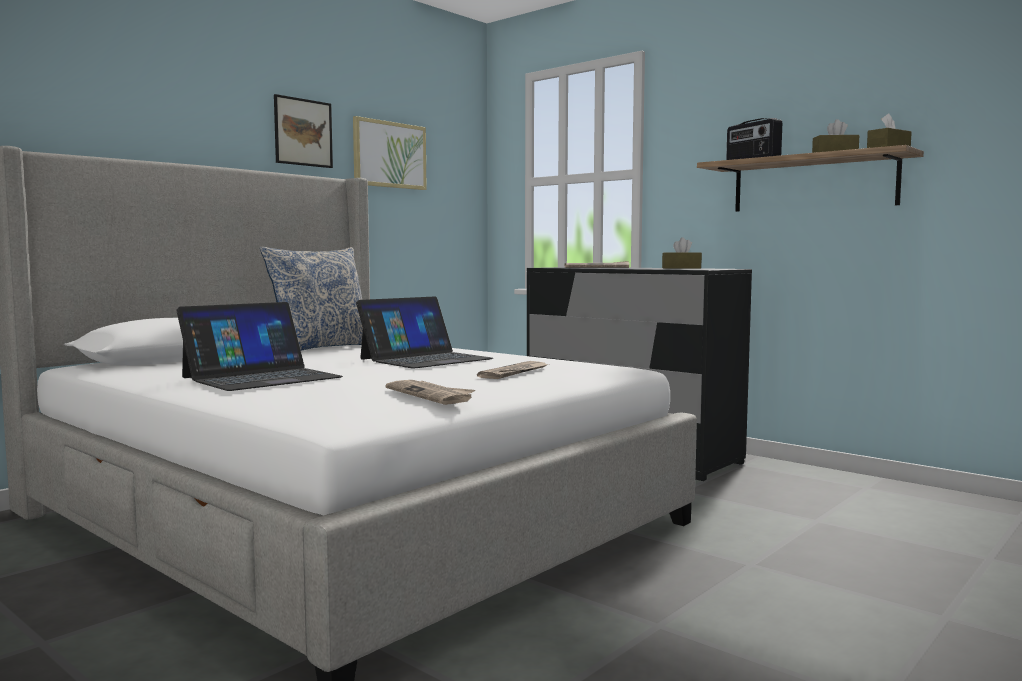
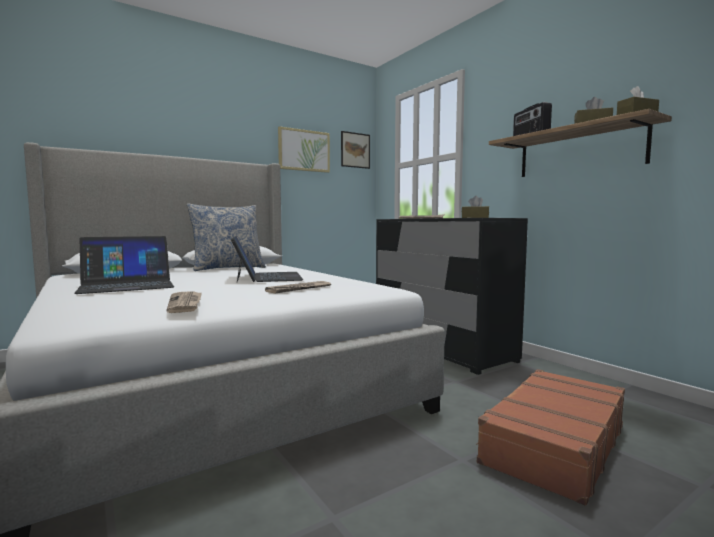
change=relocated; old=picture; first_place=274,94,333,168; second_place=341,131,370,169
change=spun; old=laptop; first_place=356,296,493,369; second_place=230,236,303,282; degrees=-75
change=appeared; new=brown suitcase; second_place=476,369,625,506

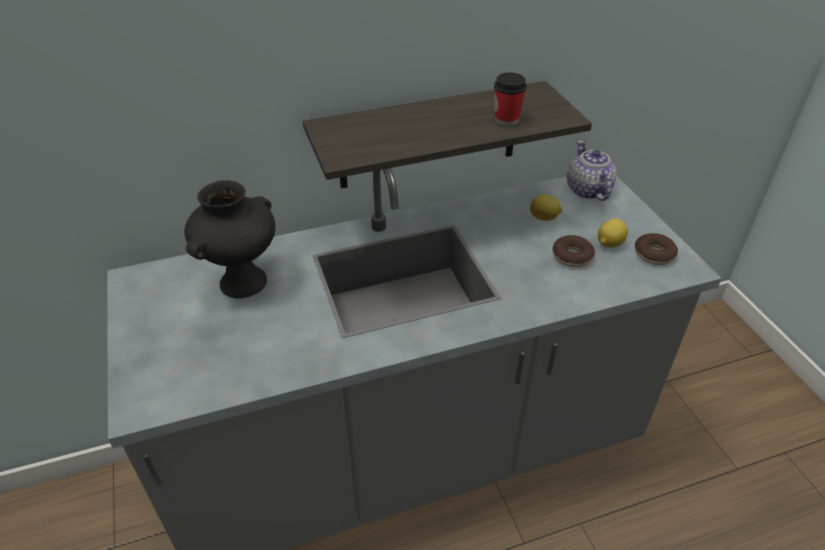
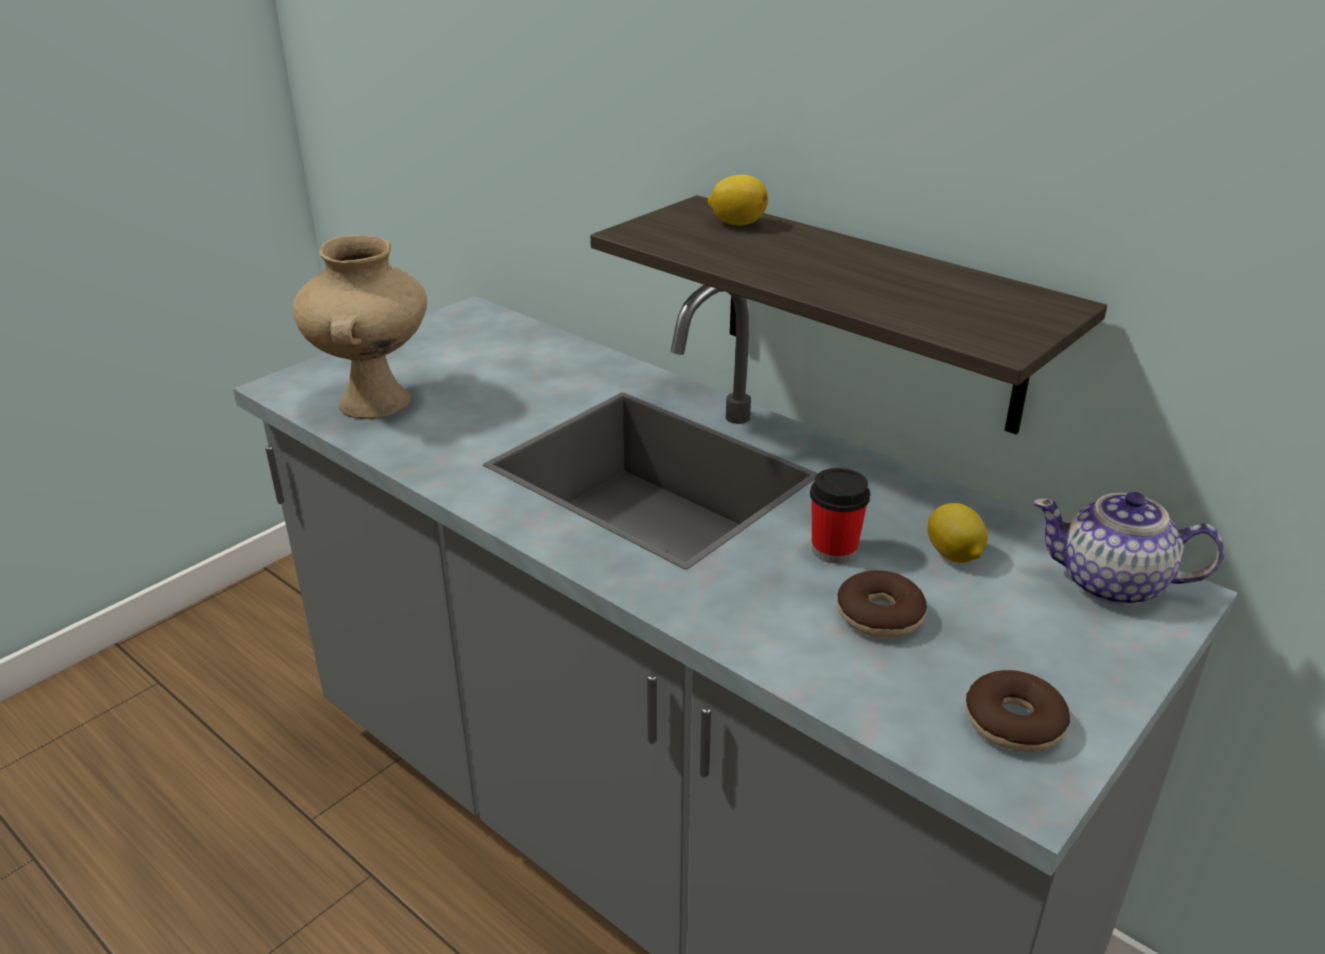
change=relocated; old=cup; first_place=494,72,527,126; second_place=810,468,870,563
change=spun; old=teapot; first_place=567,141,617,201; second_place=1033,492,1224,606; degrees=-120
change=missing; old=black vase; first_place=184,180,275,299
change=relocated; old=lemon; first_place=598,219,628,248; second_place=707,175,768,225
change=appeared; new=beige vase; second_place=293,235,427,419

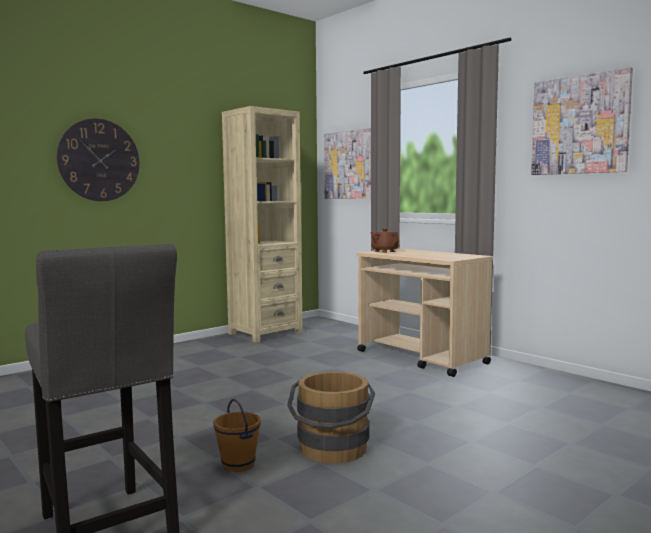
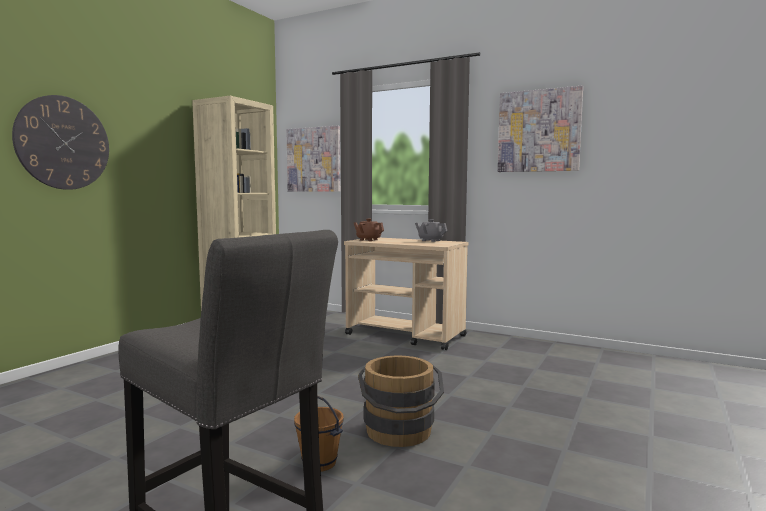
change=appeared; new=grey teapot; second_place=415,219,447,242

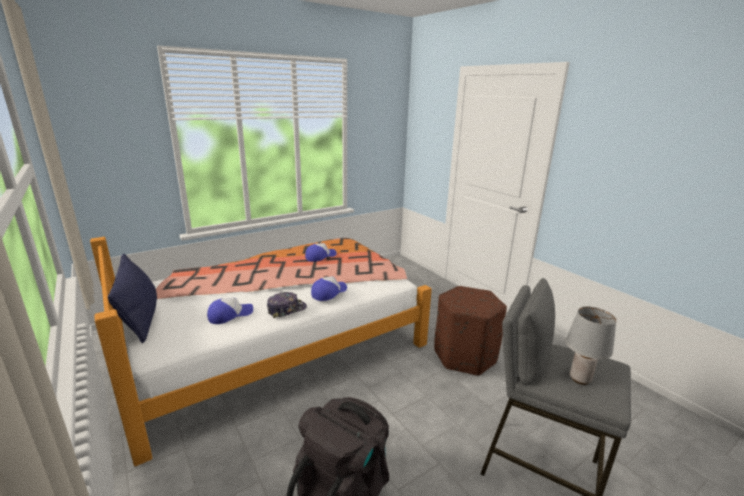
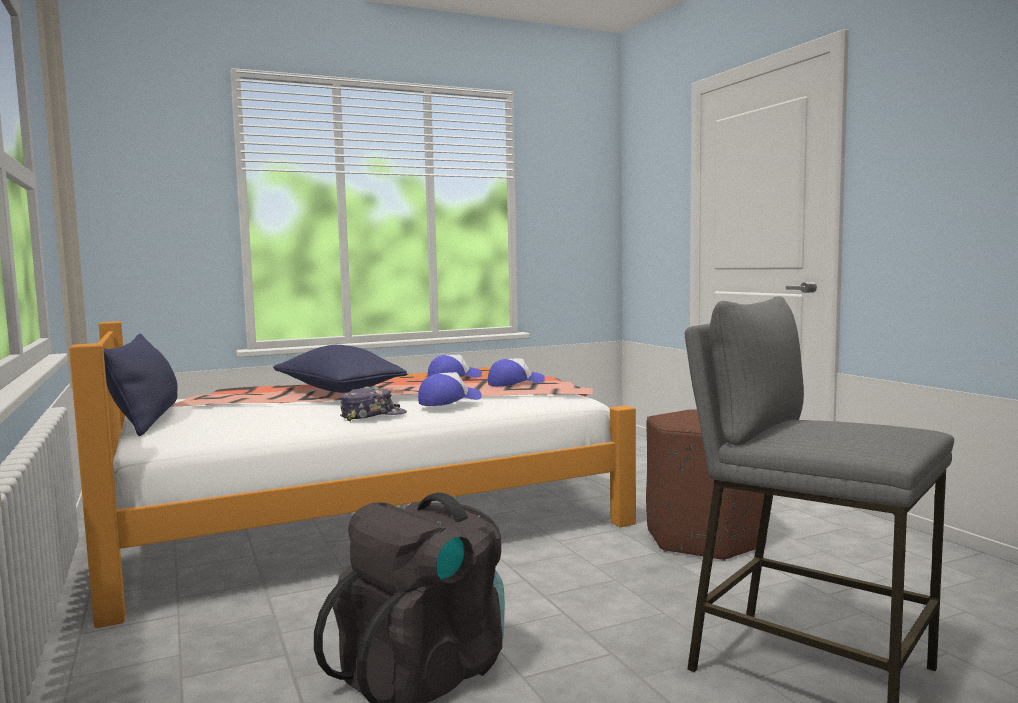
change=relocated; old=cap; first_place=207,297,253,324; second_place=488,358,545,386
change=missing; old=grey table lamp; first_place=566,307,617,385
change=appeared; new=blue pillow; second_place=273,345,407,393

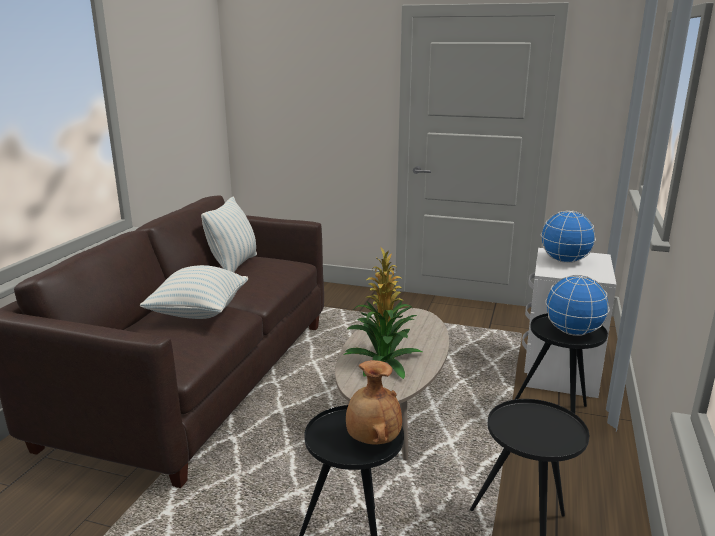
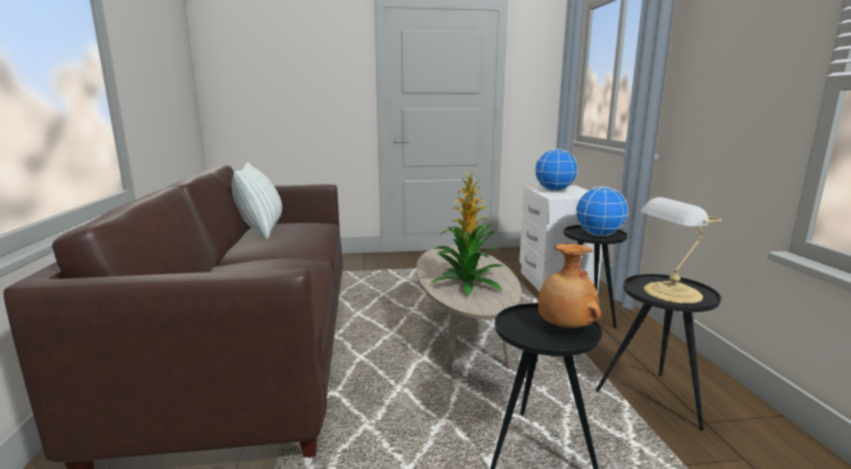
change=missing; old=pillow; first_place=140,265,248,319
change=appeared; new=table lamp; second_place=640,197,722,304

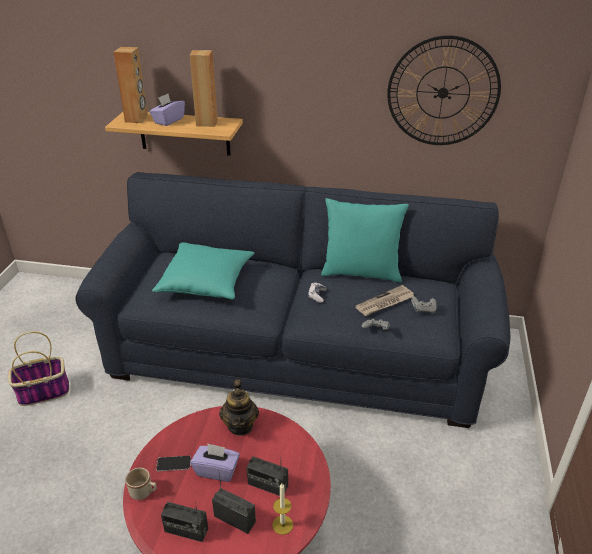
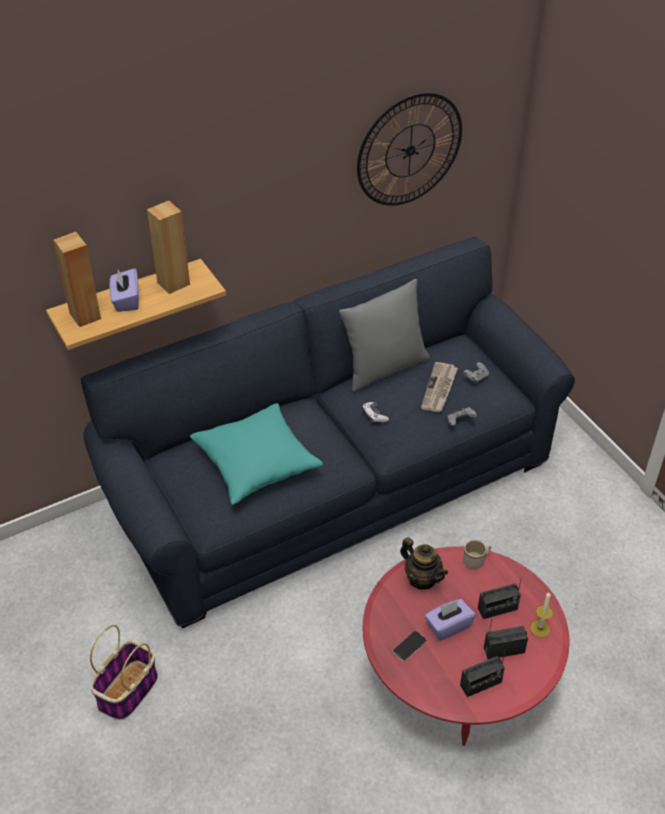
change=colour; old=turquoise pillow; new=grey pillow; first_place=321,198,409,283; second_place=339,279,430,392
change=relocated; old=beige mug; first_place=125,468,157,500; second_place=463,540,491,569

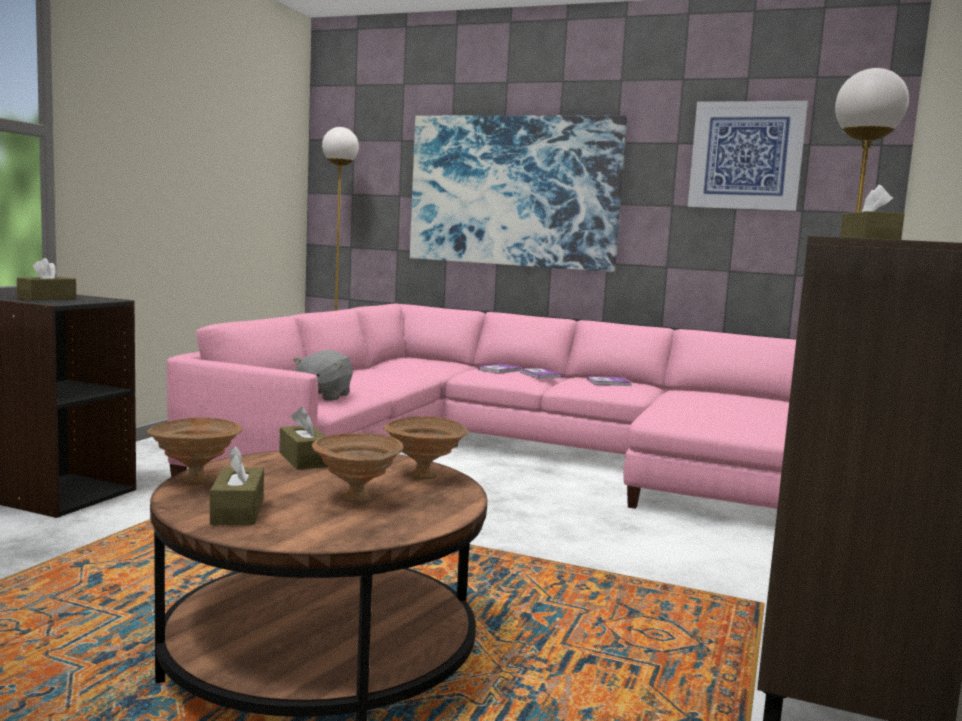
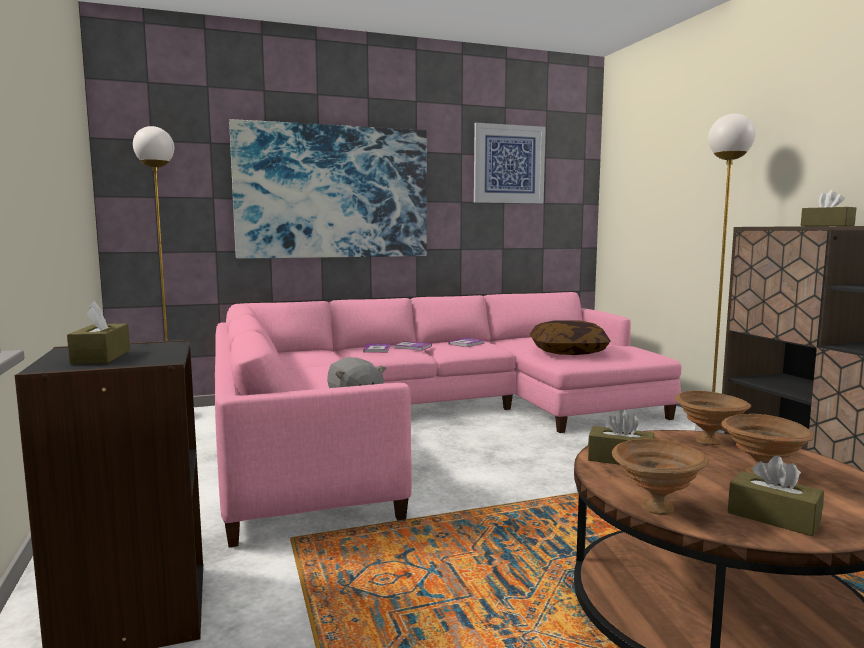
change=appeared; new=pillow; second_place=530,320,611,355

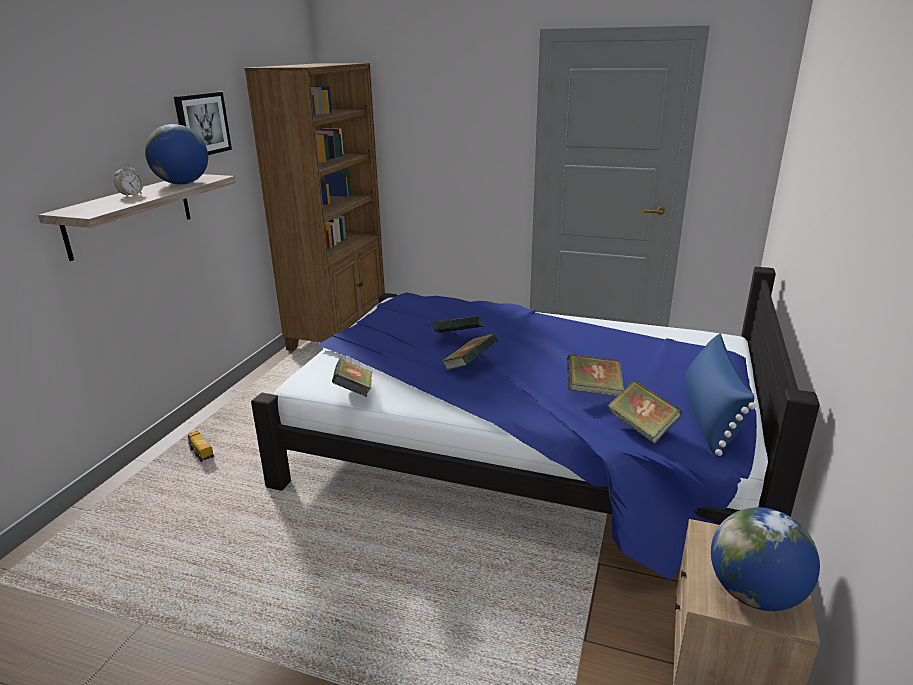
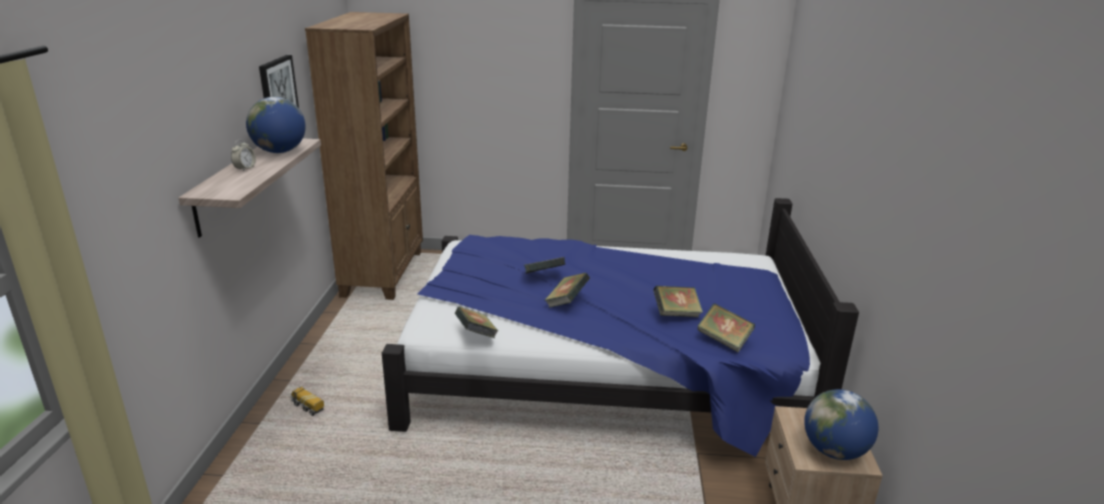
change=missing; old=blue pillow; first_place=685,333,756,456

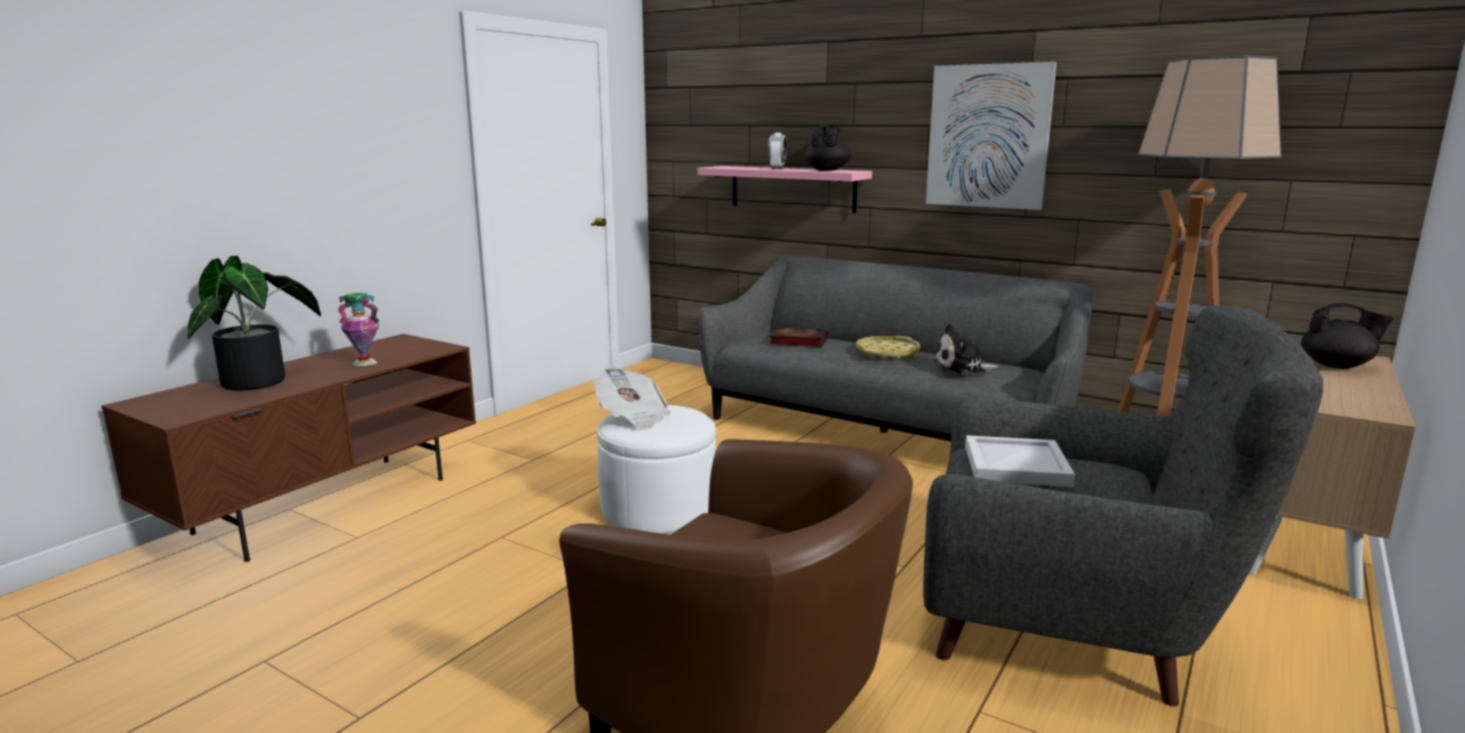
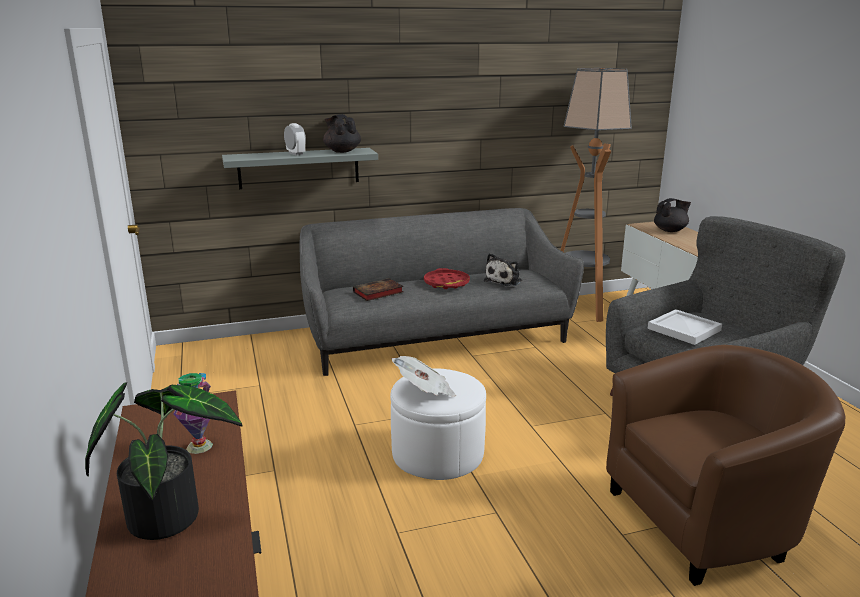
change=missing; old=picture; first_place=926,62,1057,210
change=colour; old=pink shelf; new=grey shelf; first_place=697,166,872,213; second_place=222,148,378,189
change=colour; old=yellow tray; new=red tray; first_place=856,336,920,359; second_place=424,268,470,289

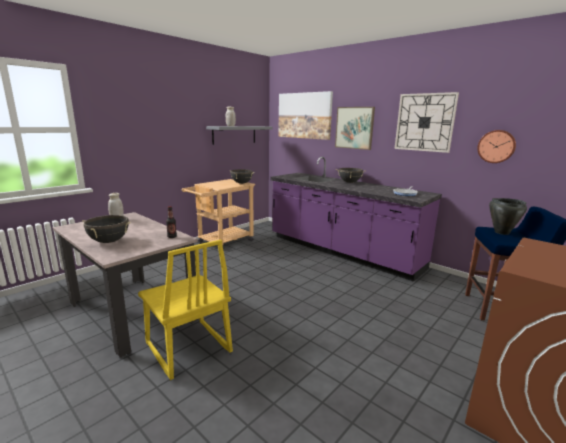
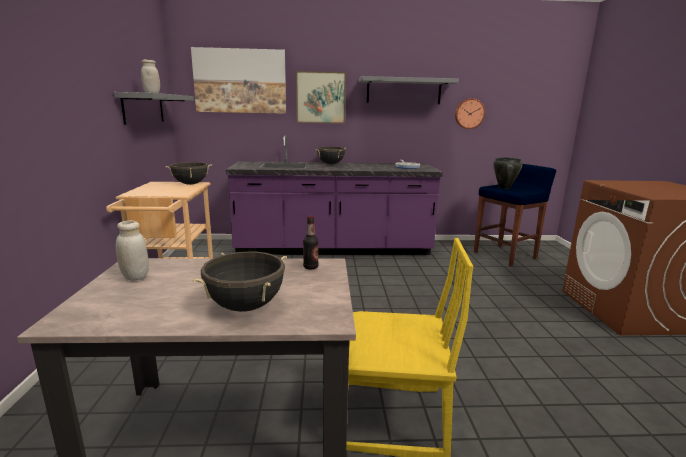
change=exchanged; old=wall clock; new=grey shelf; first_place=395,92,459,153; second_place=359,76,459,104

